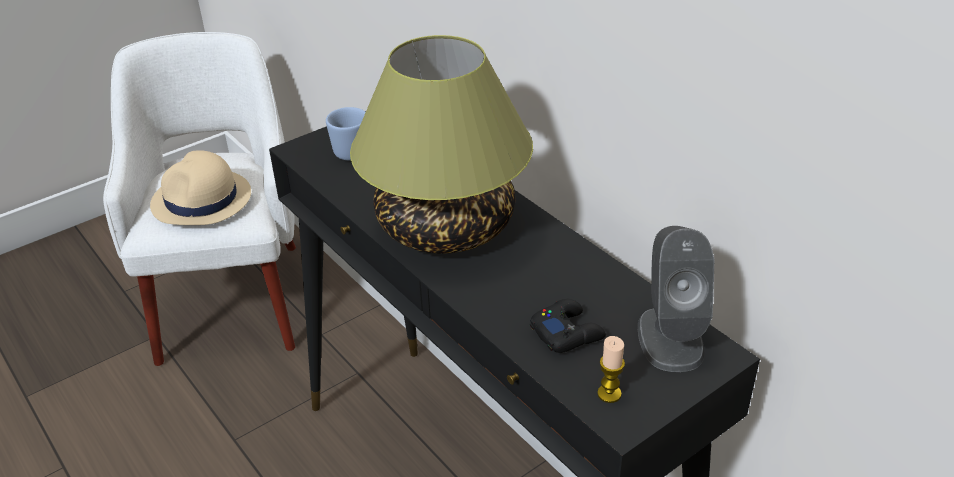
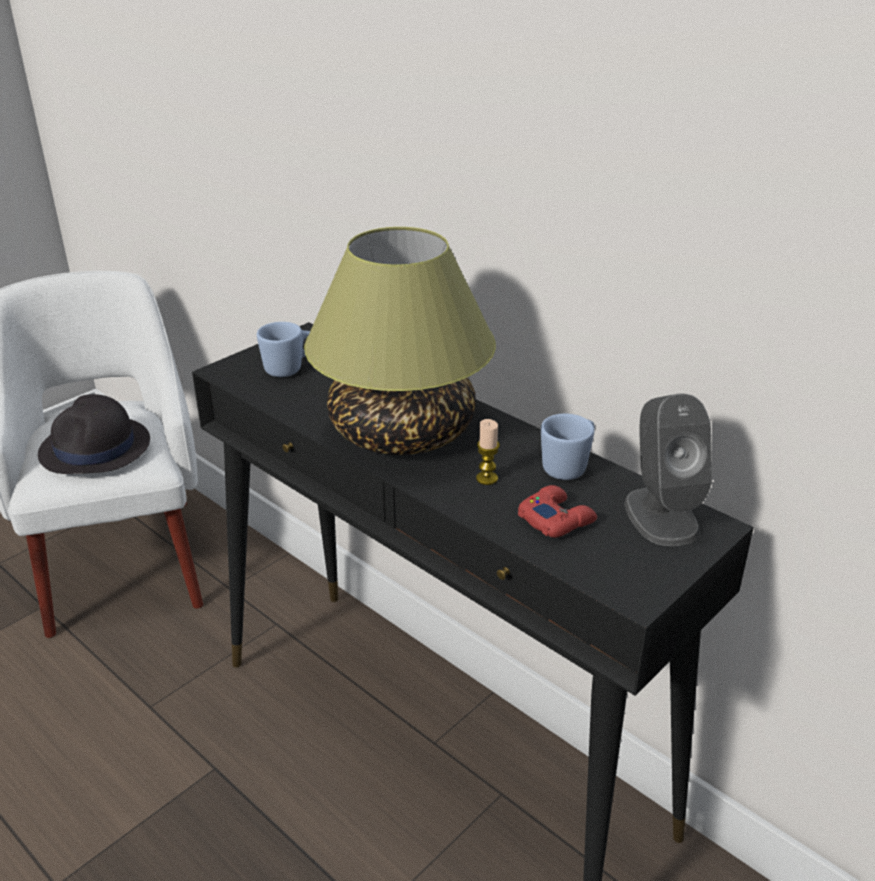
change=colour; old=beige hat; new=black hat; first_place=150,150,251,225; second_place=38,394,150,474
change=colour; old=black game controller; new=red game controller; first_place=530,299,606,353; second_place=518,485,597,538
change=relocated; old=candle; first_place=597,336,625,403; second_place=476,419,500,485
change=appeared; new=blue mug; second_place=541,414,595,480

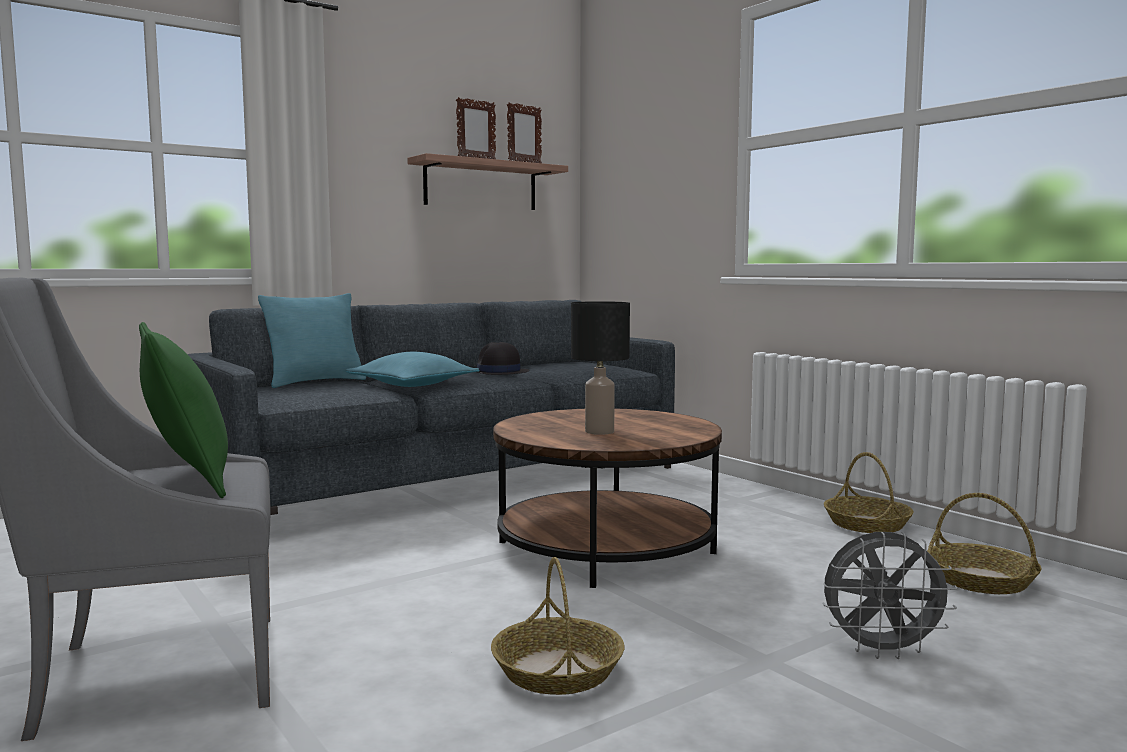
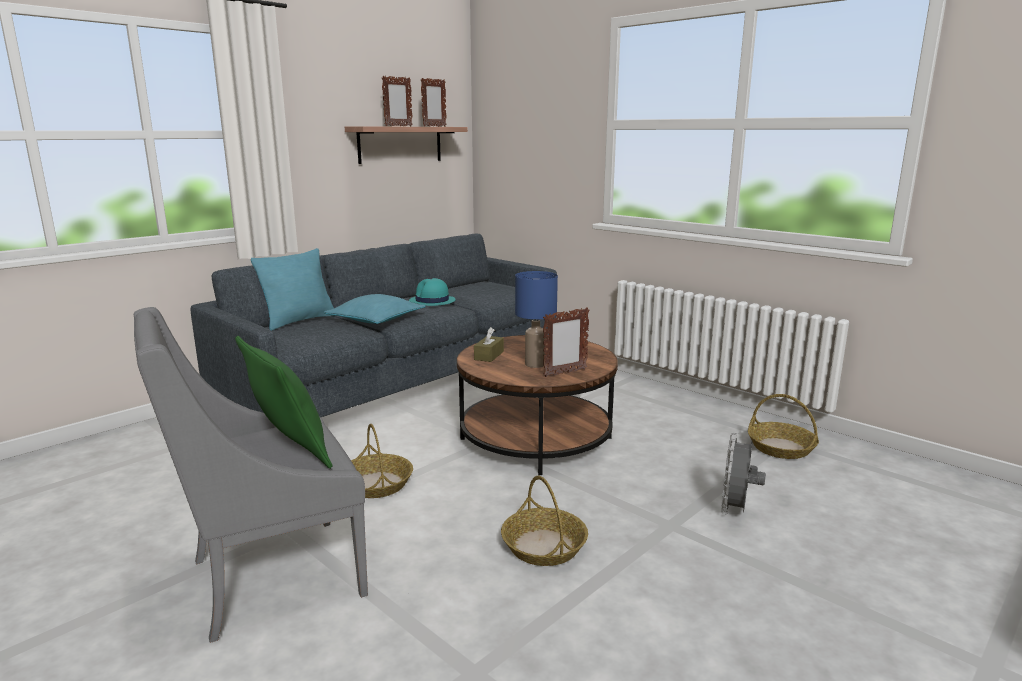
change=colour; old=black table lamp; new=blue table lamp; first_place=571,301,630,435; second_place=515,271,558,368
change=colour; old=black hat; new=turquoise hat; first_place=477,342,529,375; second_place=409,278,456,306
change=relocated; old=basket; first_place=824,452,914,533; second_place=351,424,413,498
change=spun; old=grey fan; first_place=823,532,958,659; second_place=721,433,766,515; degrees=120
change=appeared; new=picture frame; second_place=543,307,590,377
change=appeared; new=brown tissue box; second_place=474,327,504,362

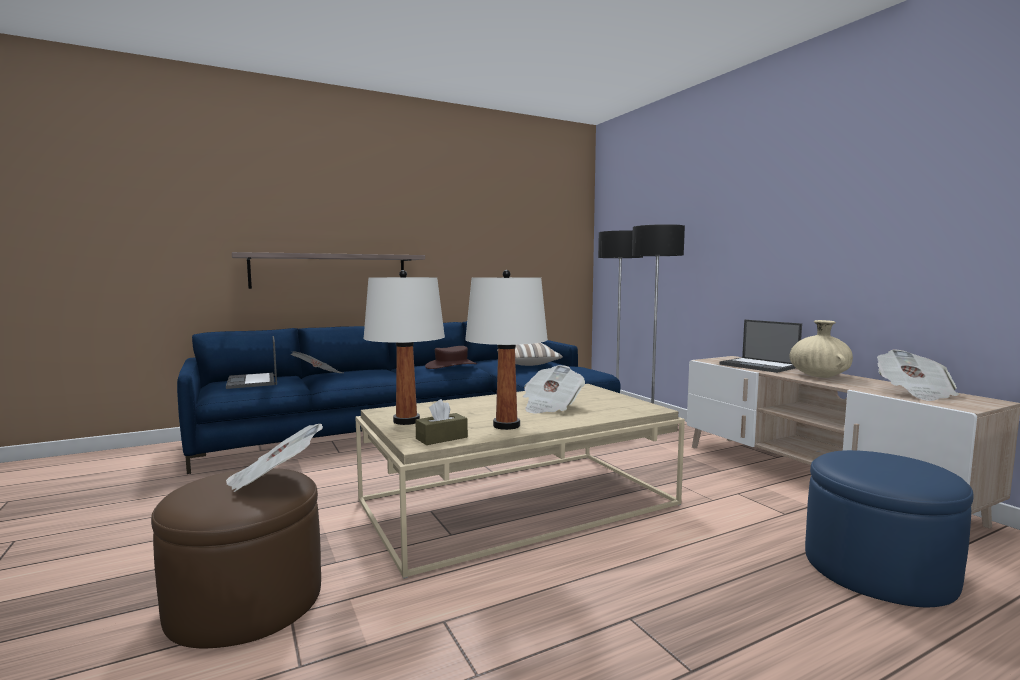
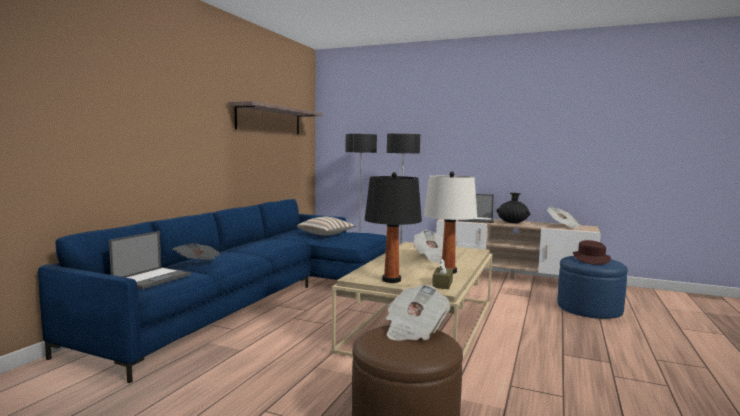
change=relocated; old=shelf; first_place=232,252,425,289; second_place=228,101,323,134
change=colour; old=white table lamp; new=black table lamp; first_place=363,270,445,425; second_place=365,172,422,283
change=colour; old=beige vase; new=black vase; first_place=789,320,853,378; second_place=497,193,530,223
change=spun; old=laptop; first_place=226,336,277,389; second_place=109,231,191,289; degrees=-90
change=relocated; old=brown hat; first_place=425,346,477,369; second_place=573,240,611,265

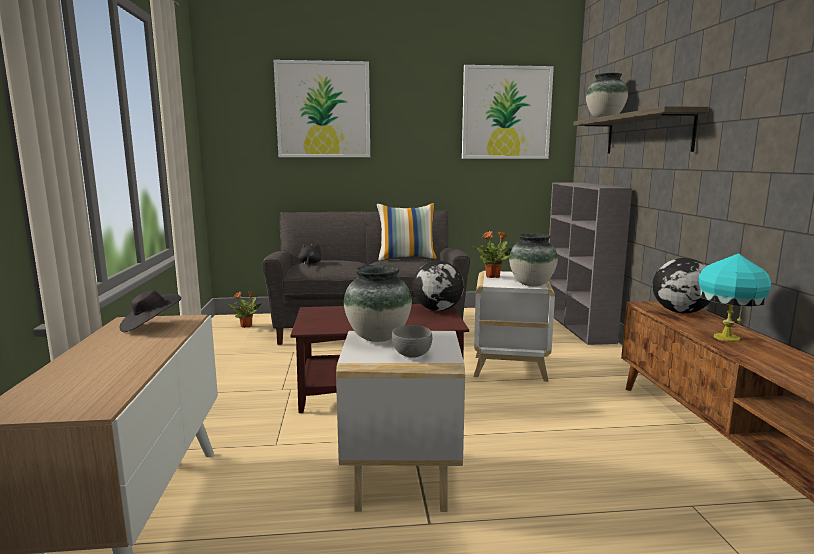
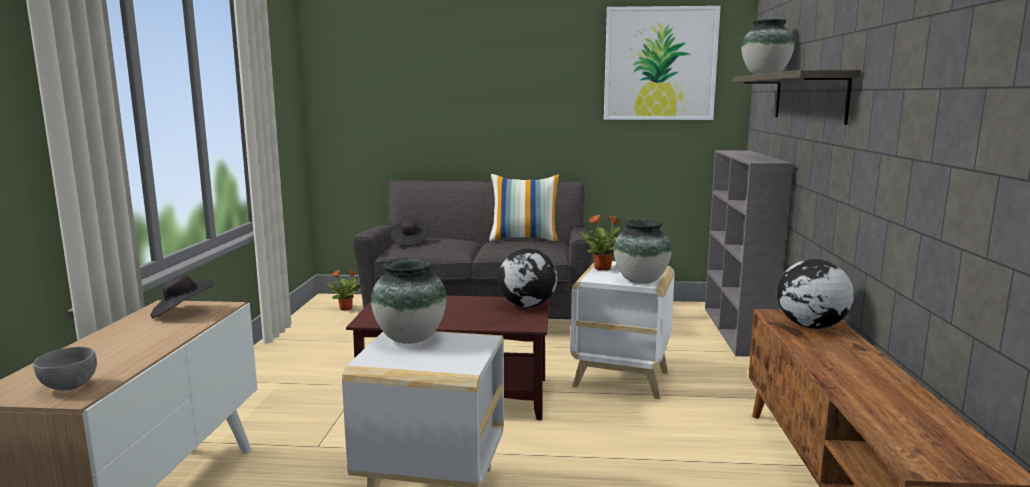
change=missing; old=picture; first_place=274,60,370,157
change=exchanged; old=black plush toy; new=black hat; first_place=298,243,321,265; second_place=390,219,429,246
change=missing; old=turquoise table lamp; first_place=698,253,771,342
change=relocated; old=grey bowl; first_place=392,325,432,358; second_place=33,347,97,390

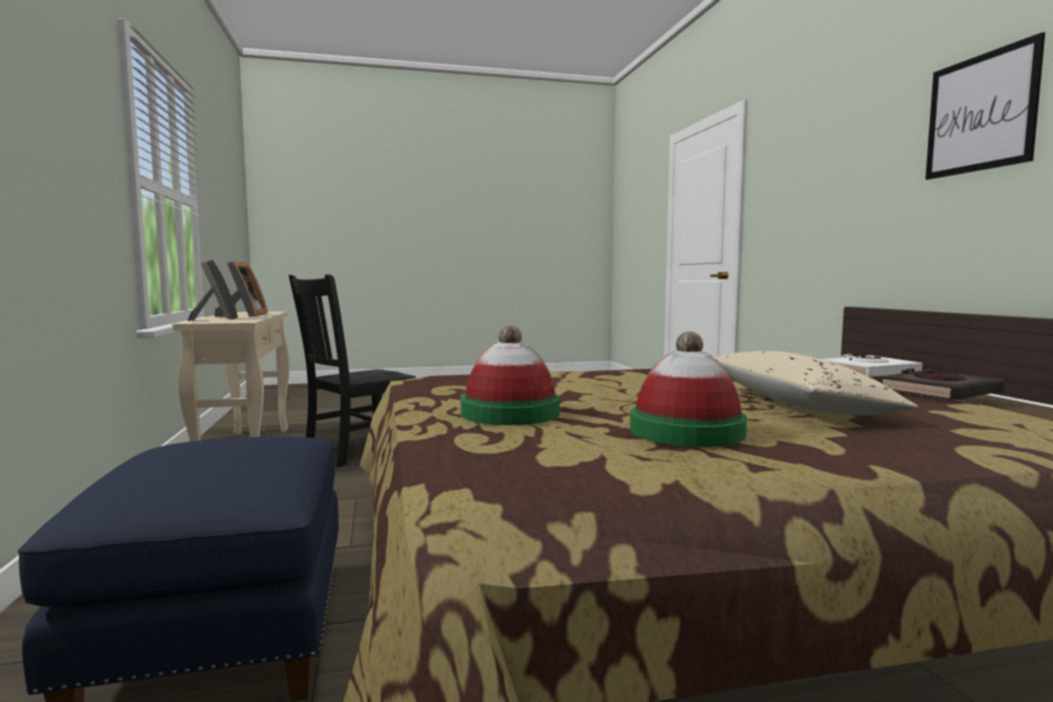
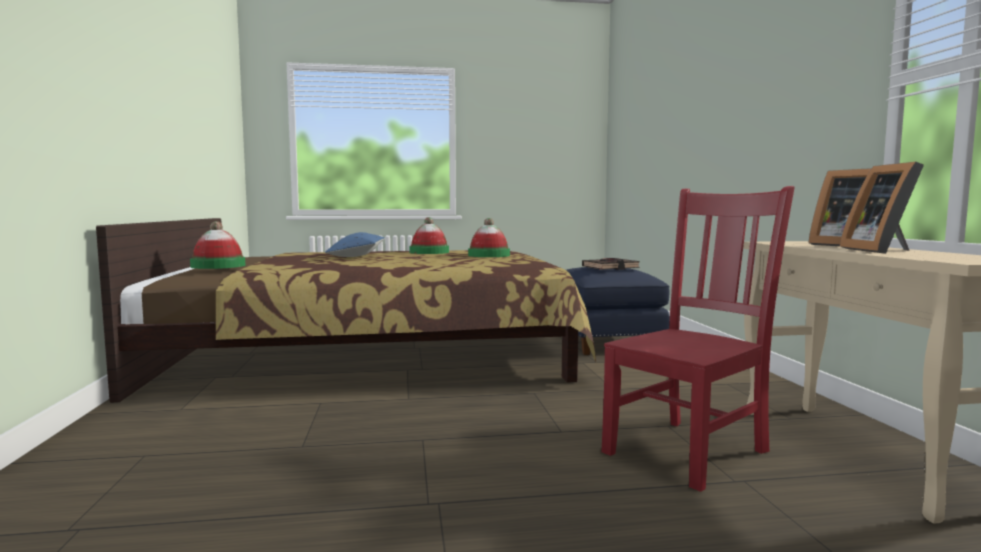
change=missing; old=picture; first_place=925,32,1045,180
change=colour; old=black chair; new=red chair; first_place=288,274,416,467; second_place=601,186,795,492
change=colour; old=beige pillow; new=blue pillow; first_place=714,351,919,415; second_place=325,232,385,257
change=exchanged; old=white book; new=hat; first_place=821,354,922,377; second_place=190,221,245,269
change=relocated; old=black book; first_place=881,369,1005,400; second_place=582,258,640,270

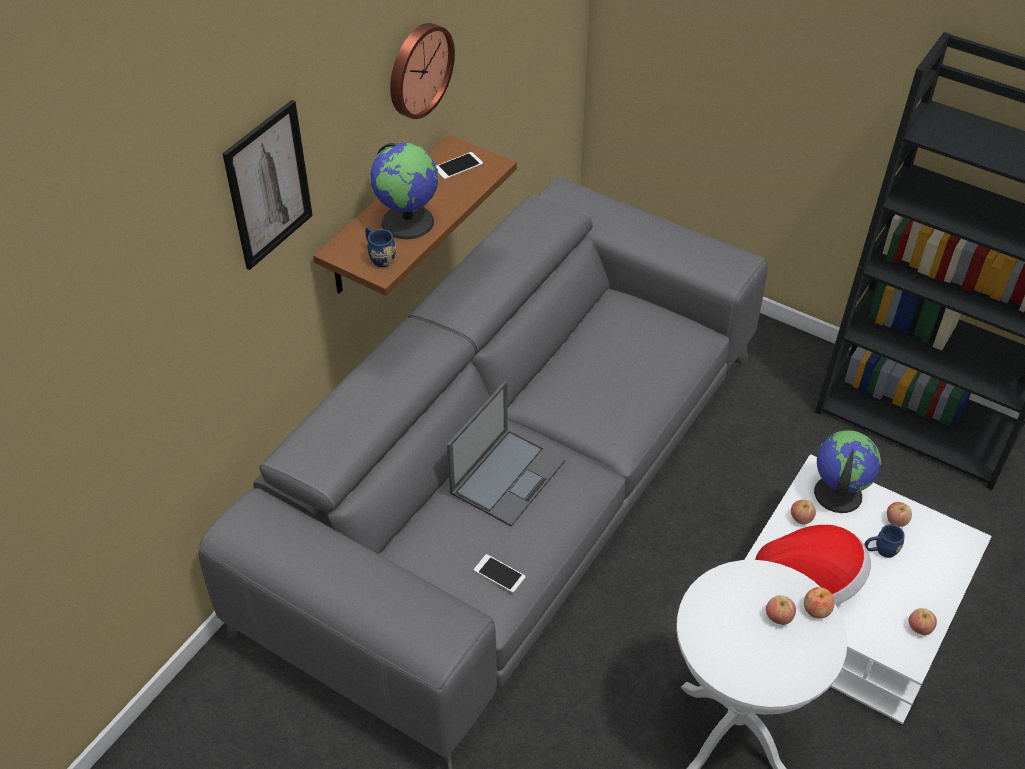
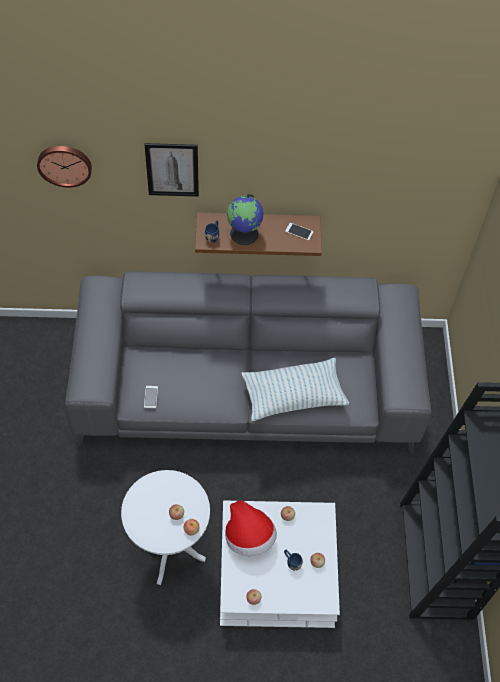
change=relocated; old=wall clock; first_place=390,23,455,119; second_place=37,146,92,188
change=missing; old=laptop; first_place=447,381,566,527
change=missing; old=globe; first_place=814,430,881,513
change=appeared; new=pillow; second_place=242,358,350,421

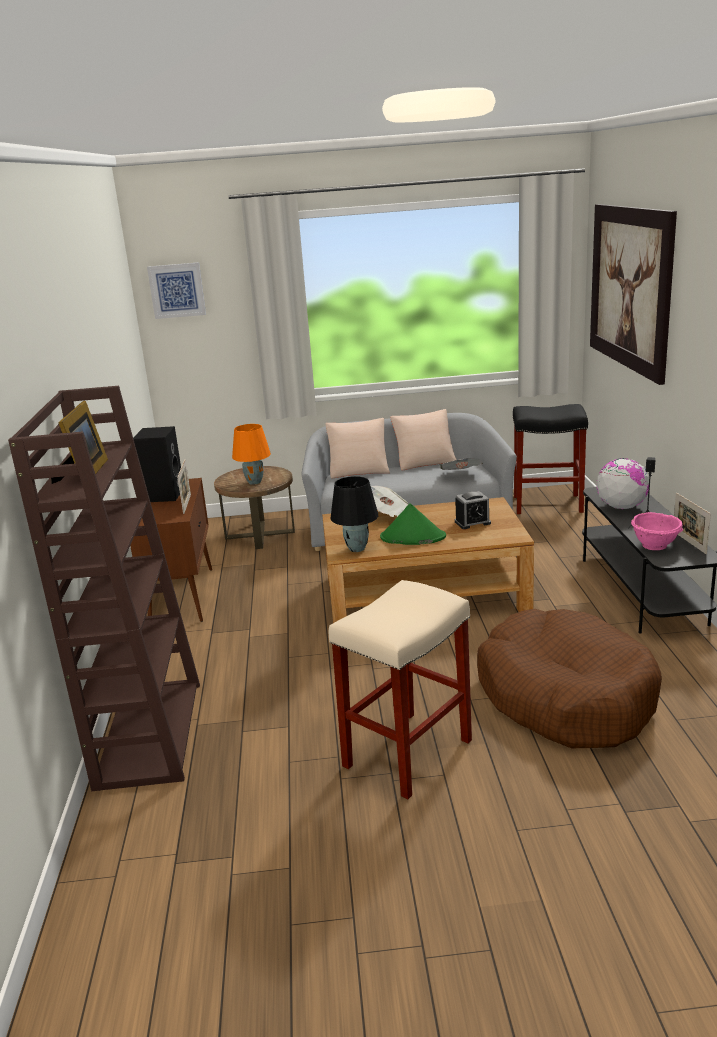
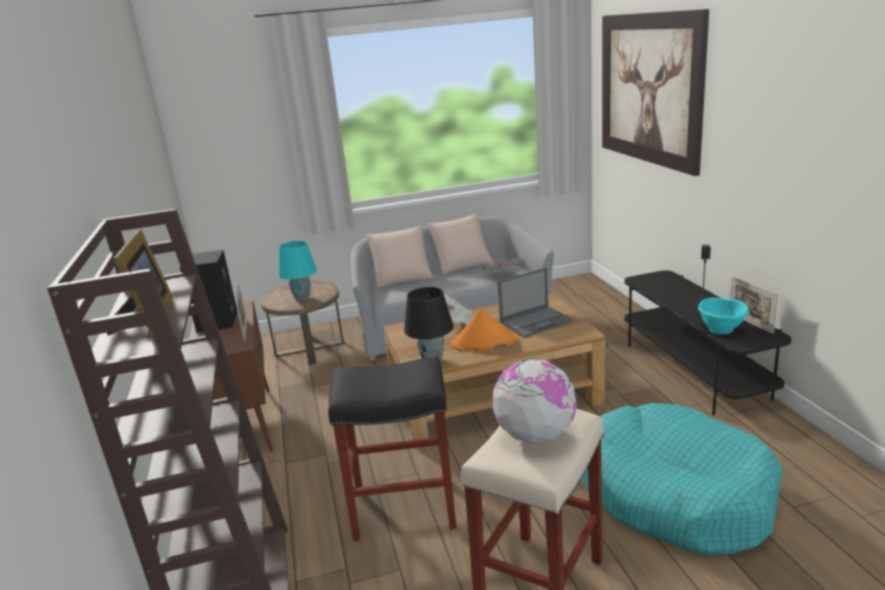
change=missing; old=picture; first_place=147,262,206,319
change=relocated; old=black stool; first_place=513,404,588,514; second_place=328,357,457,541
change=colour; old=orange table lamp; new=turquoise table lamp; first_place=232,424,271,485; second_place=278,241,317,301
change=relocated; old=globe; first_place=596,458,649,509; second_place=492,358,577,444
change=exchanged; old=alarm clock; new=laptop; first_place=455,491,491,529; second_place=498,267,573,338
change=colour; old=green hat; new=orange hat; first_place=380,503,446,545; second_place=451,309,518,351
change=colour; old=pink bowl; new=turquoise bowl; first_place=631,512,683,550; second_place=697,297,750,334
change=colour; old=brown dog bed; new=turquoise dog bed; first_place=477,609,662,748; second_place=582,403,783,556

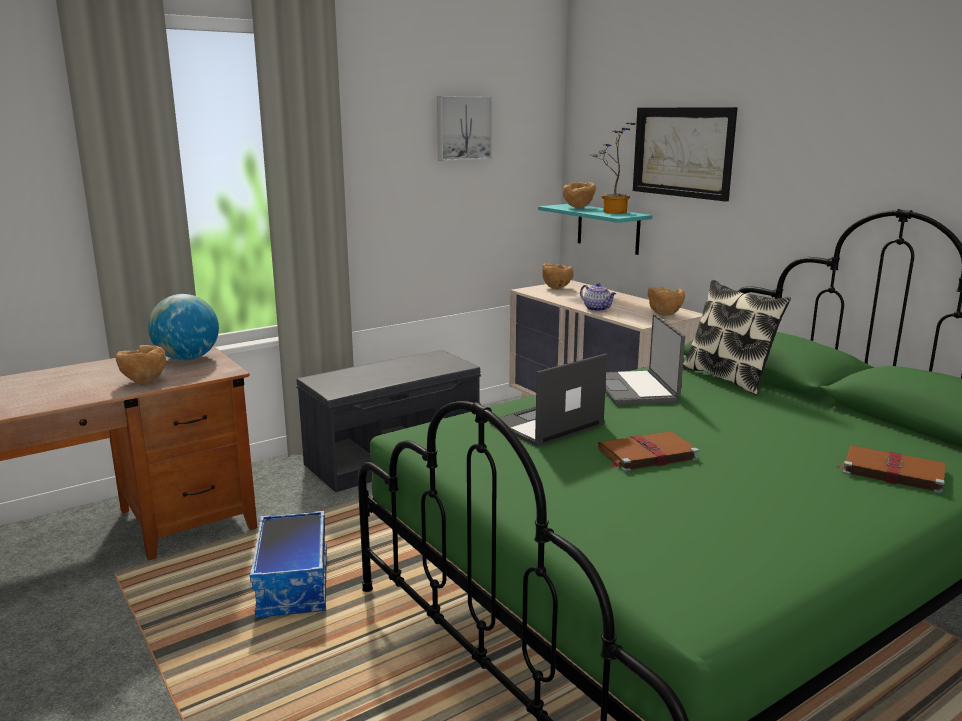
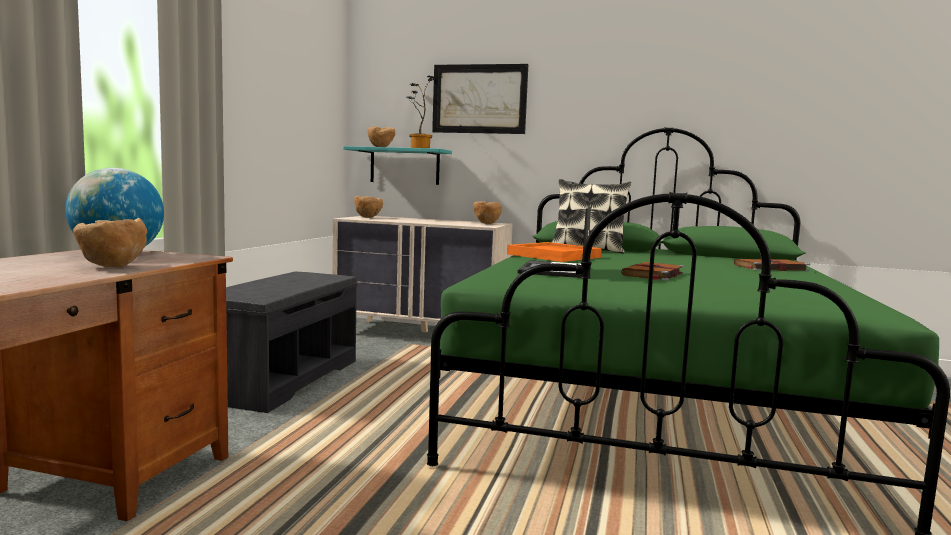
change=missing; old=picture; first_place=437,96,492,161
change=missing; old=teapot; first_place=580,283,616,311
change=exchanged; old=laptop; new=orange tray; first_place=605,314,685,405; second_place=507,242,602,262
change=missing; old=storage box; first_place=250,511,327,618

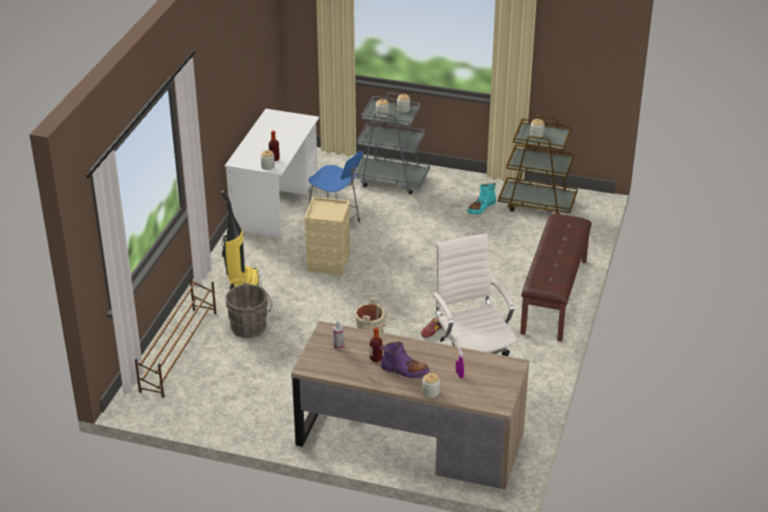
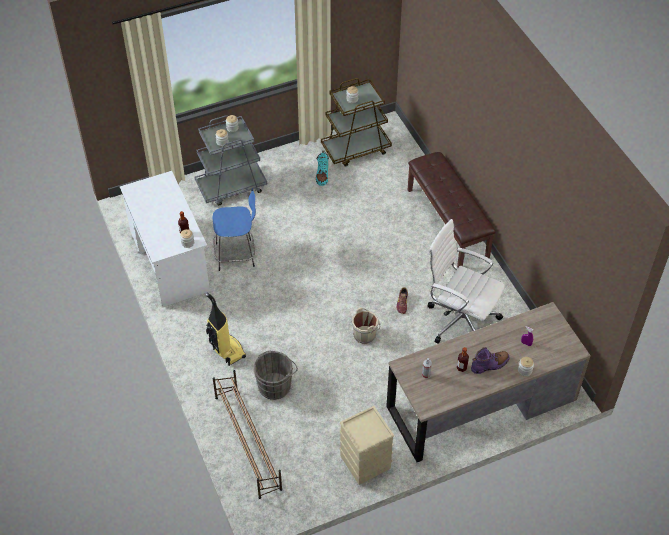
change=relocated; old=beige storage box; first_place=304,197,351,275; second_place=340,406,394,485

